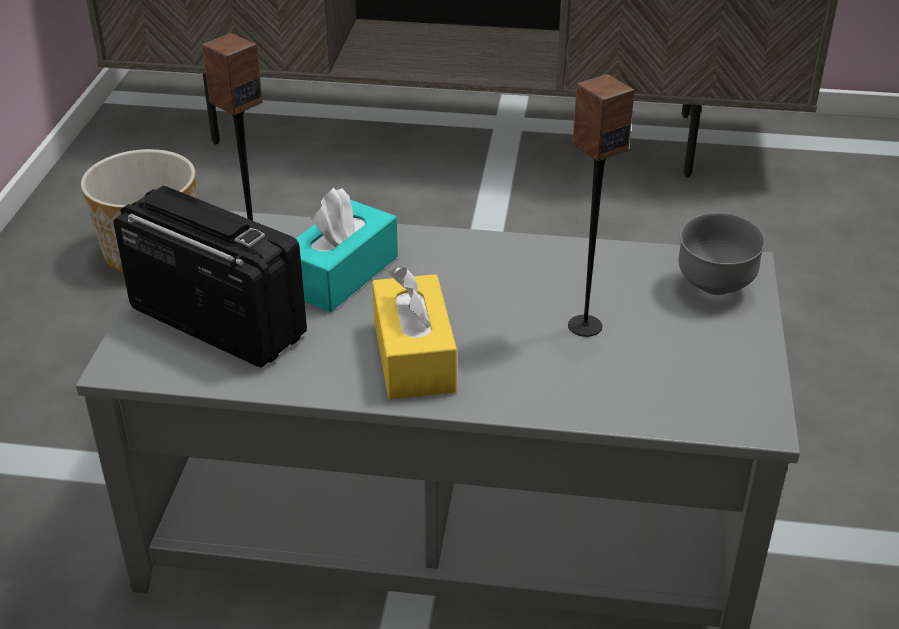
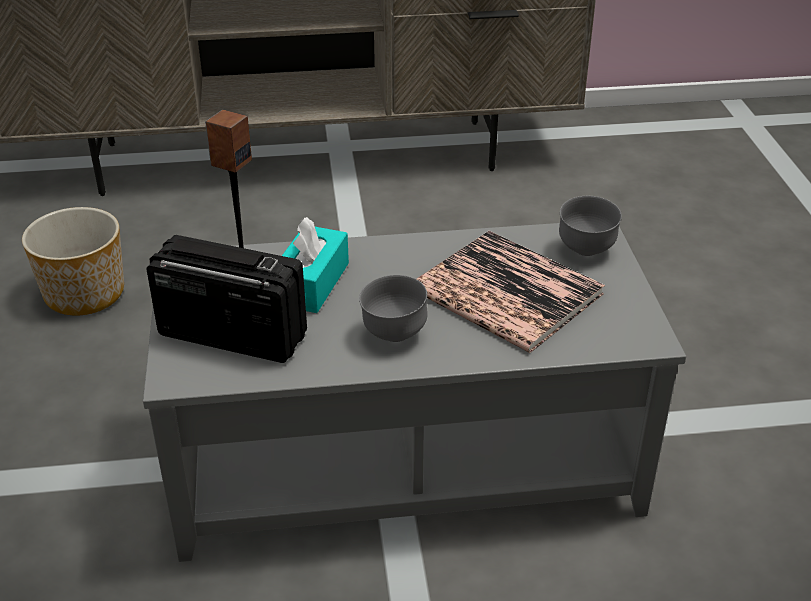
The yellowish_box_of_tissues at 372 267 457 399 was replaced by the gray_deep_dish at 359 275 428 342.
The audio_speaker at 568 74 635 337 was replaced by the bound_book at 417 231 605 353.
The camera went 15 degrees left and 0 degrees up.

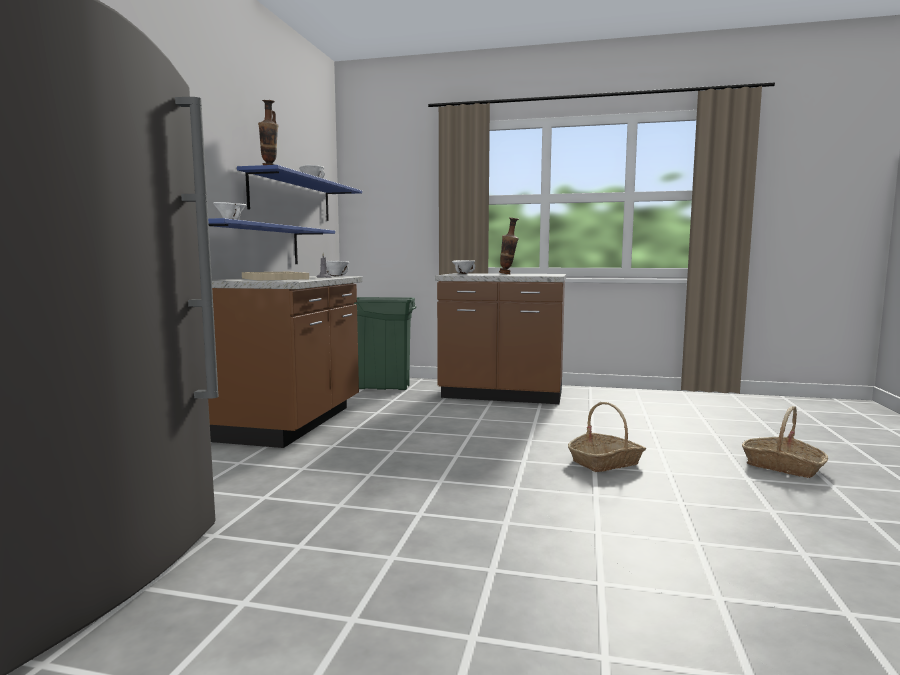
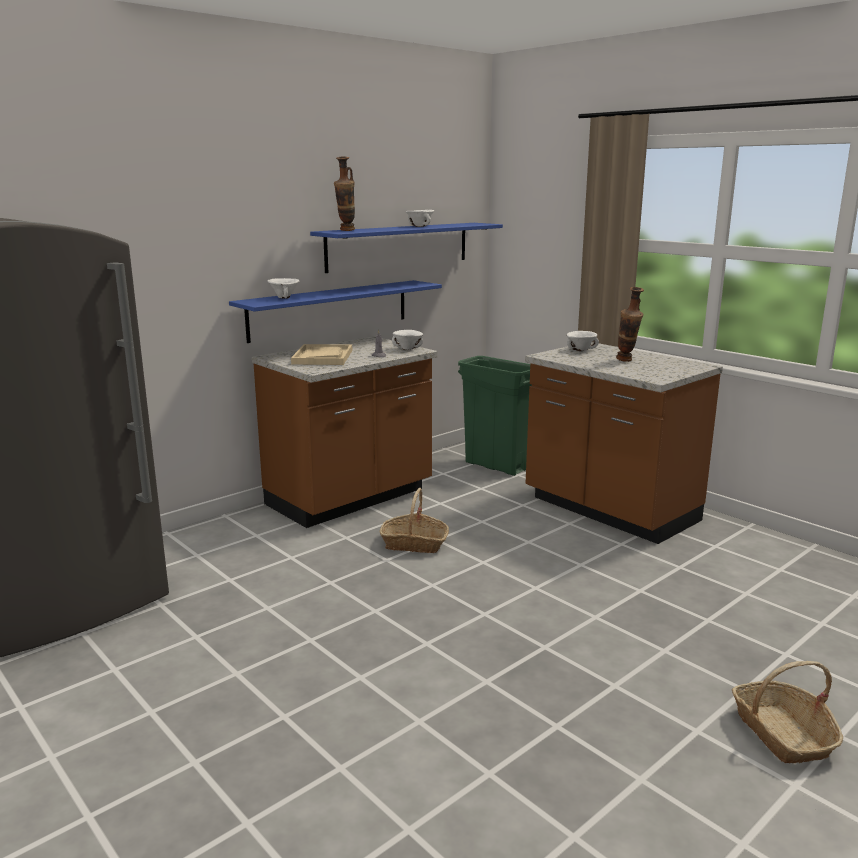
The storage_basket moved from 568 402 646 472 to 380 488 449 553.
The camera went 35 degrees right and 10 degrees up.

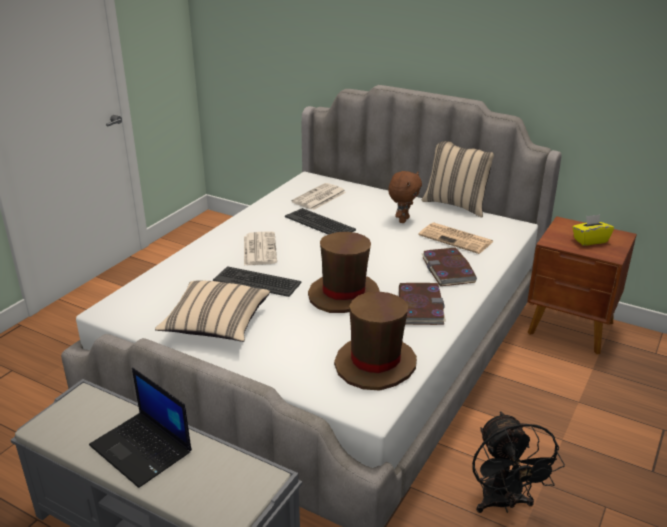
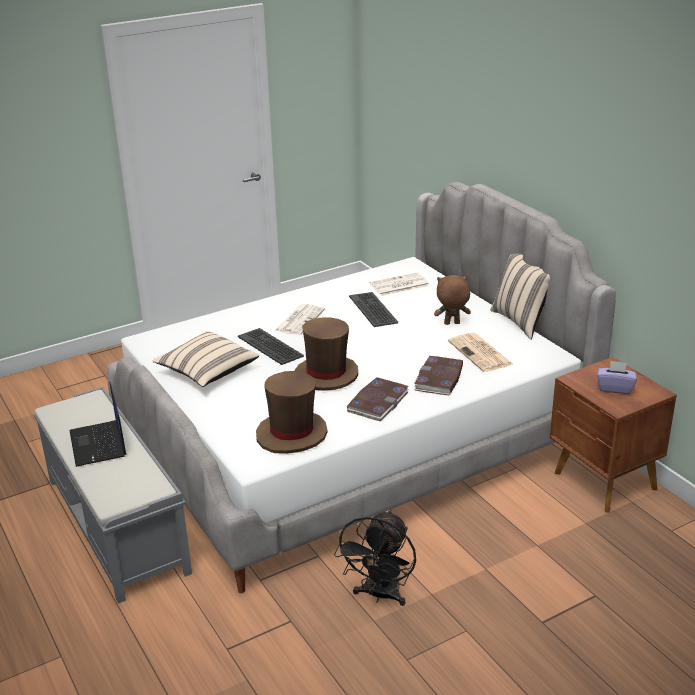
The yellowish_box_of_tissues at 572 215 614 246 became the purplish_box_of_tissues at 597 361 637 394.
The brown_plush_toy at 388 171 422 223 turned 150 degrees counterclockwise.
The camera went 30 degrees right and 0 degrees up.

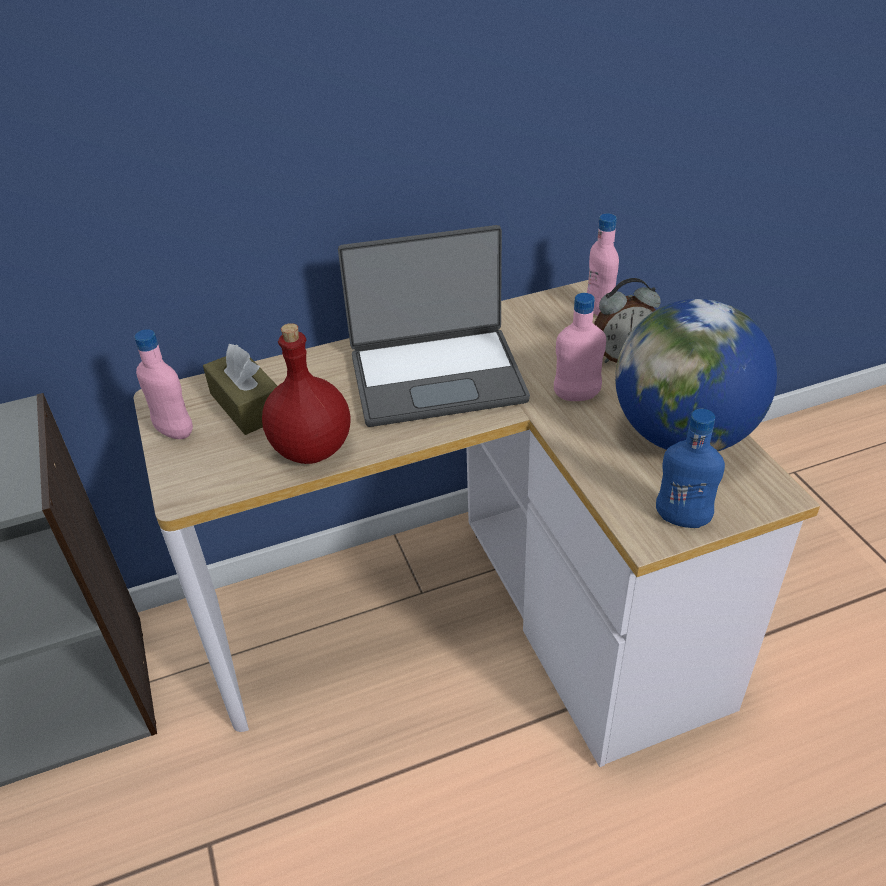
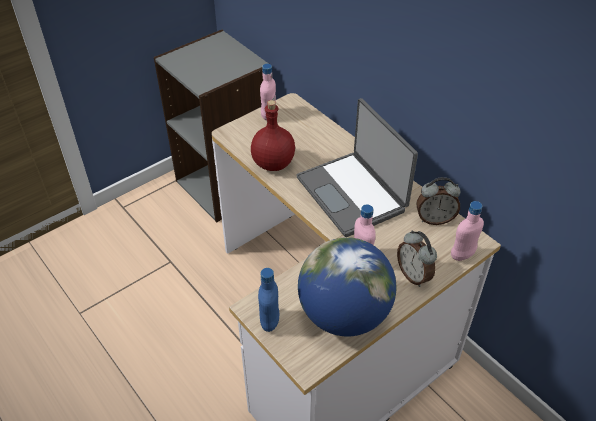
The brown_box_of_tissues at 203 344 277 435 disappeared.
The alarm_clock at 416 177 460 225 appeared.
The camera went 70 degrees right and 5 degrees up.

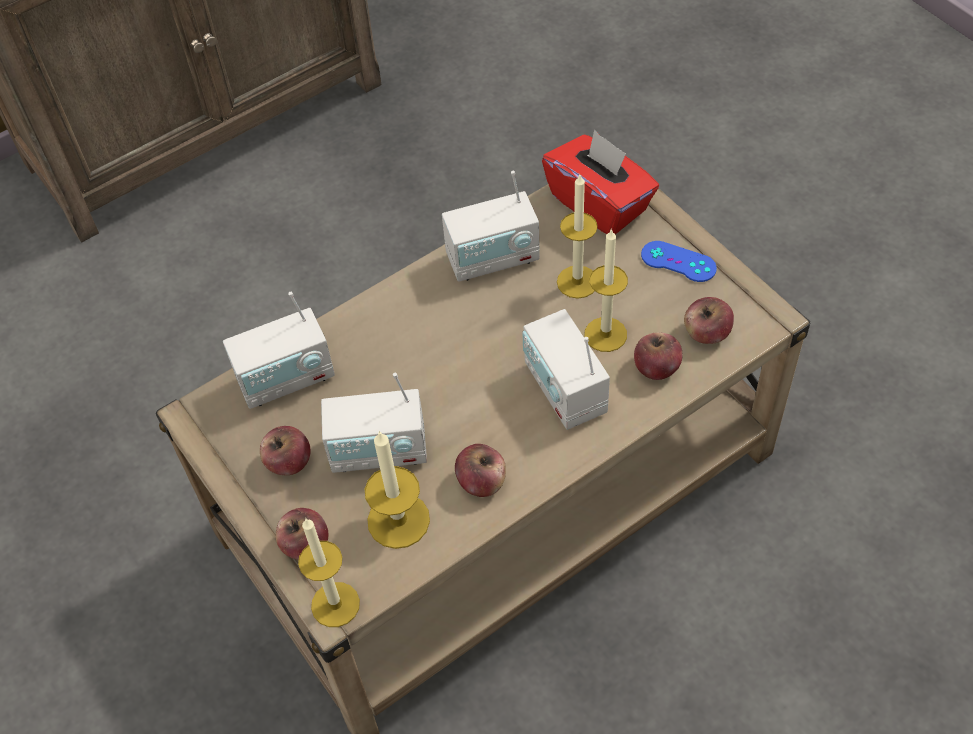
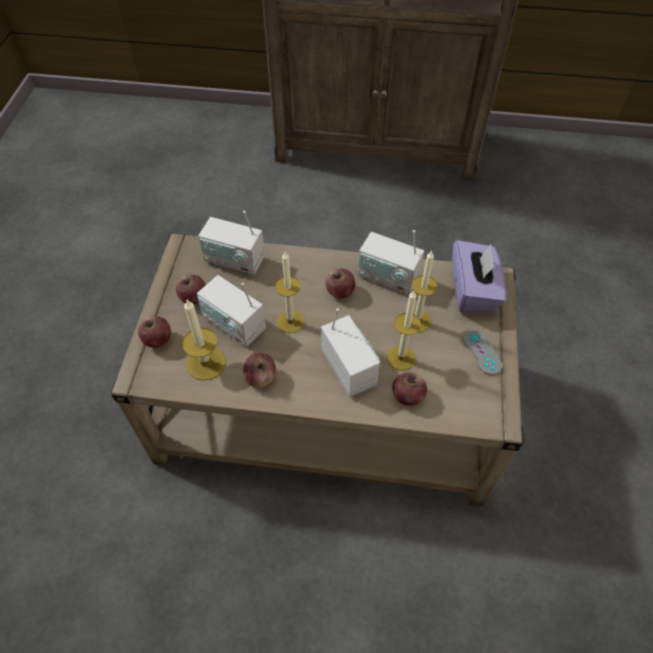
The wax_candle moved from 298 519 360 627 to 275 252 305 333.
The whole_apple moved from 684 297 734 344 to 325 269 355 298.
The reddish_box_of_tissues at 542 129 659 234 became the purplish_box_of_tissues at 452 240 506 312.
The blue_gamepad at 641 241 717 282 became the gray_gamepad at 463 330 502 375.
The radio_receiver at 522 309 610 430 turned 135 degrees clockwise.
The camera went 40 degrees right and 0 degrees up.

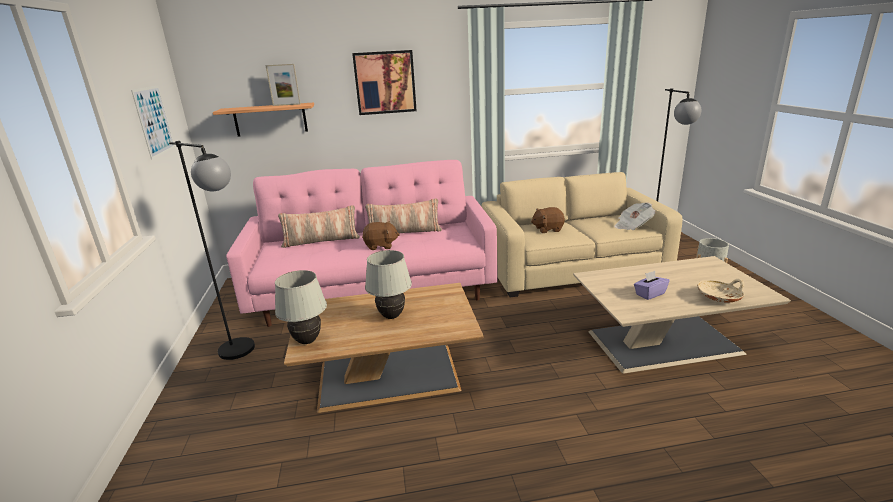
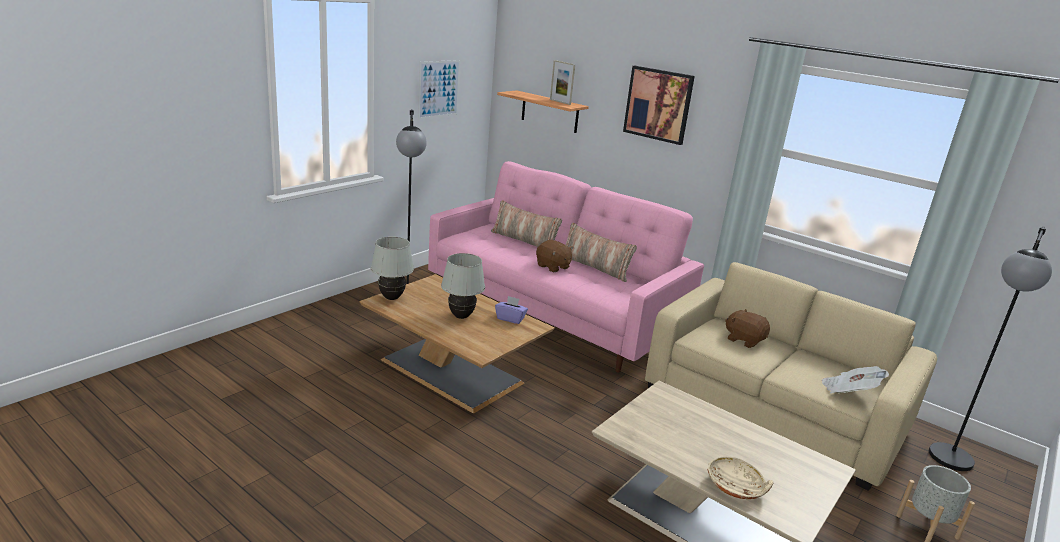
The purplish_box_of_tissues moved from 634 271 669 300 to 495 296 528 324.
The camera went 45 degrees right and 0 degrees up.

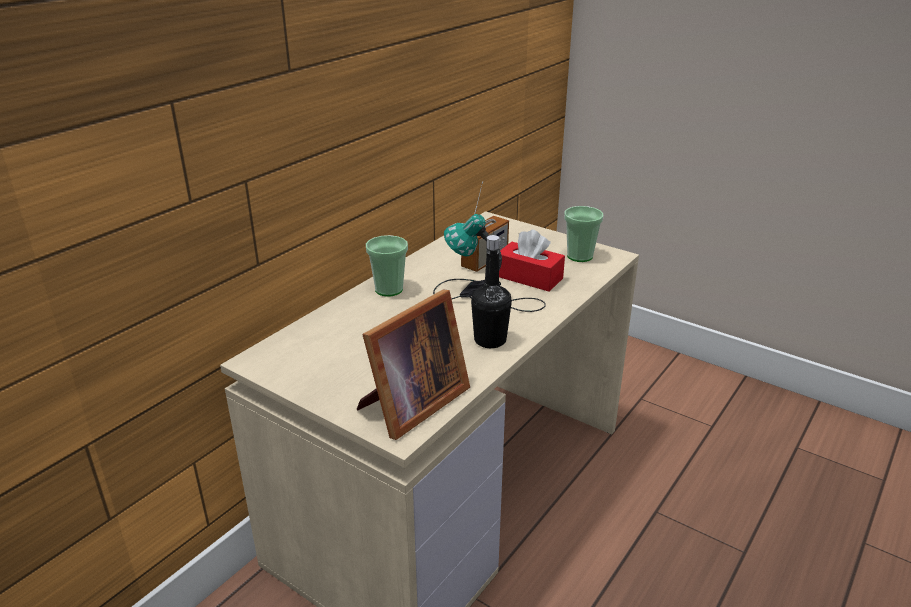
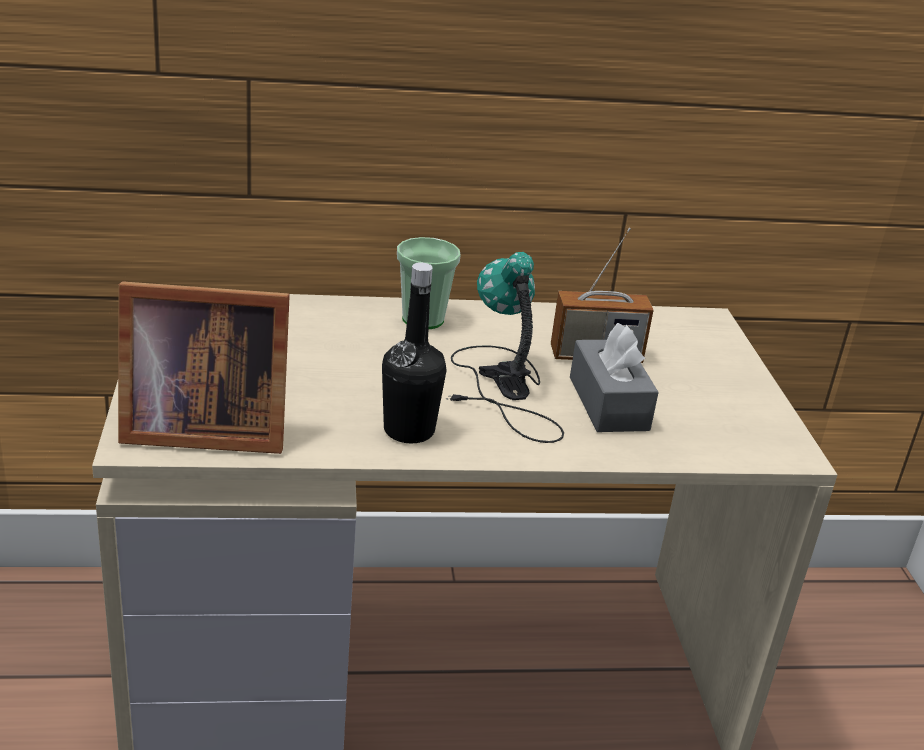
The small_cup at 564 206 603 262 disappeared.
The reddish_box_of_tissues at 499 230 565 292 became the gray_box_of_tissues at 570 323 659 432.
The camera went 45 degrees right and 0 degrees up.

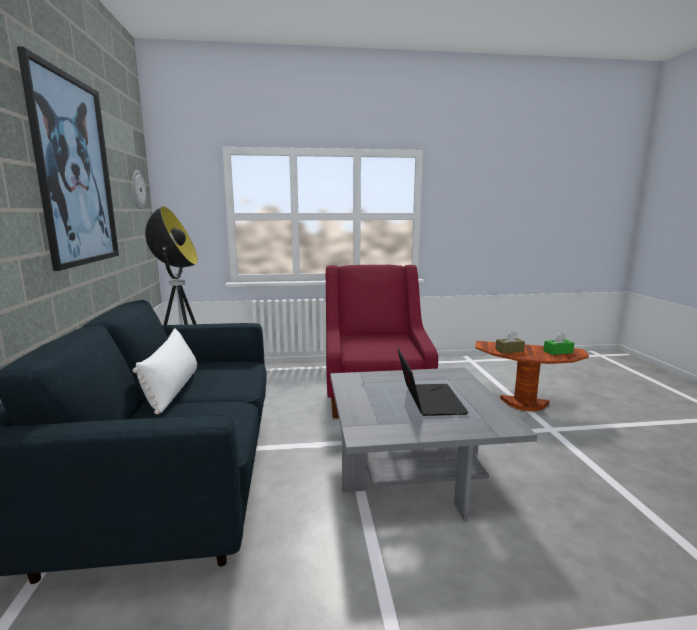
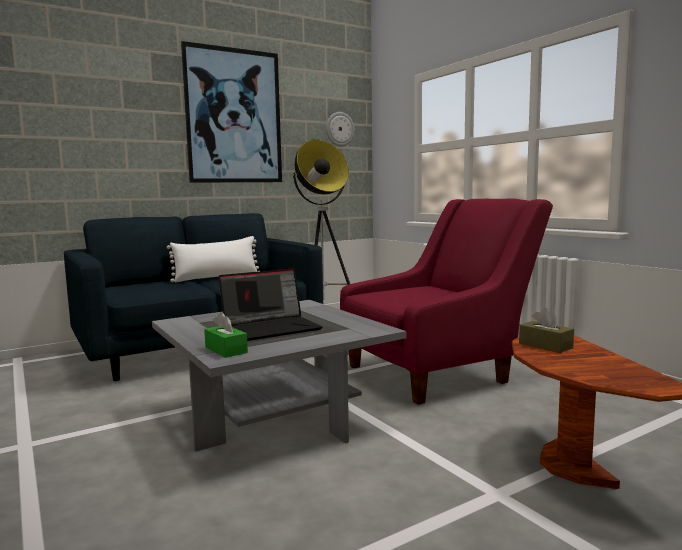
The green-coloured_box_of_tissues moved from 543 332 574 355 to 204 312 248 358.
The camera went 65 degrees right and 5 degrees down.

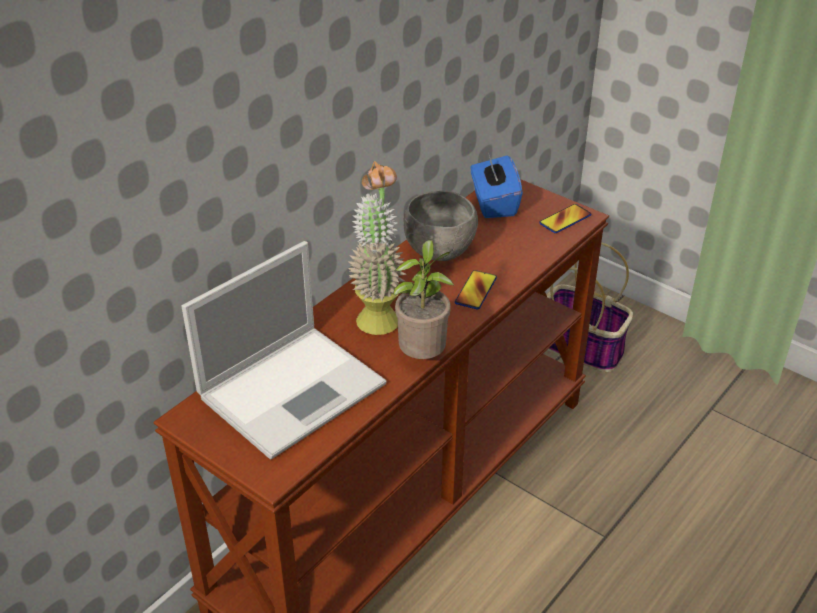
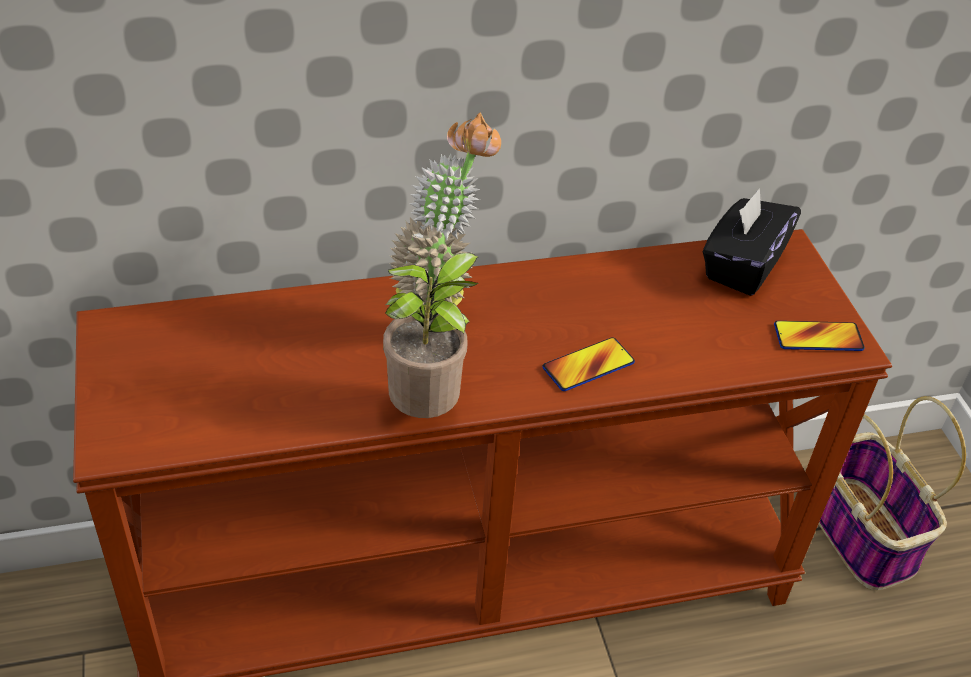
The portable_computer at 181 241 387 460 disappeared.
The gray_deep_dish at 403 191 478 261 disappeared.
The blue_box_of_tissues at 470 152 523 218 became the black-coloured_box_of_tissues at 703 188 801 296.
The camera went 35 degrees right and 5 degrees up.

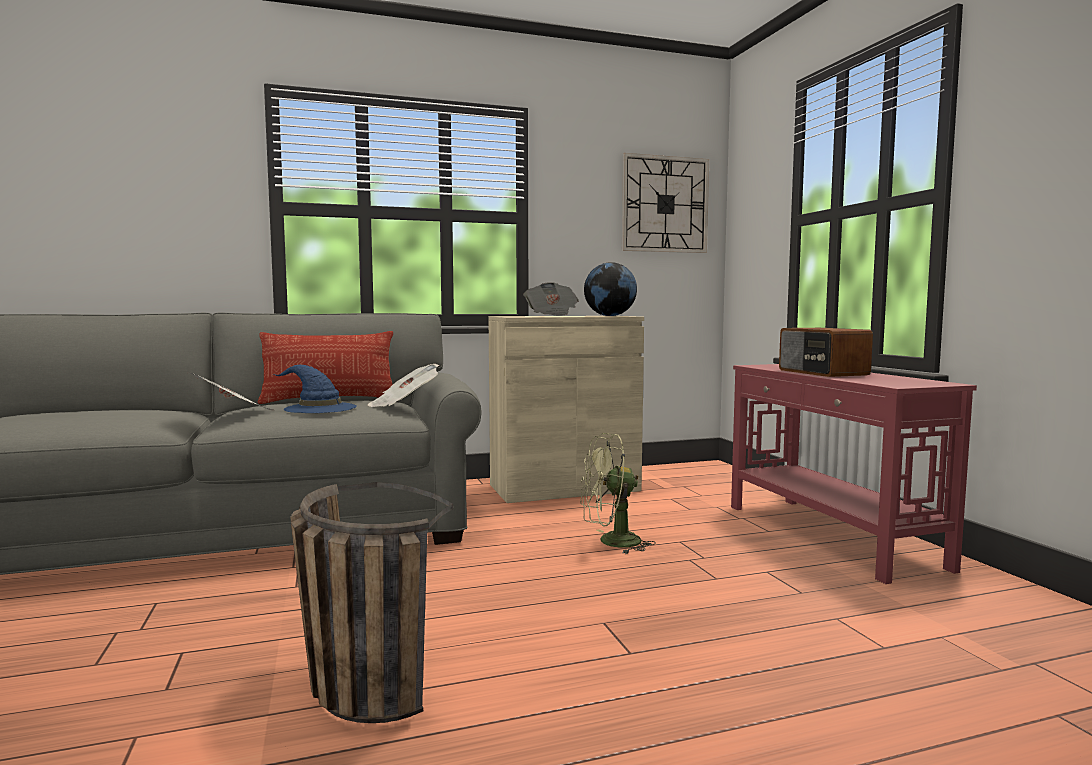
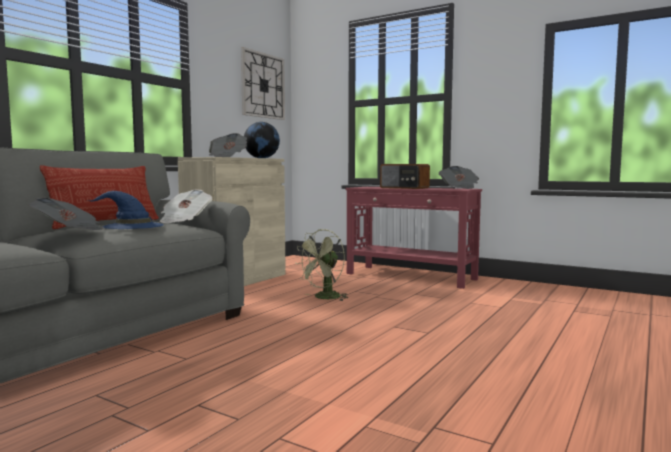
The storage_basket at 290 482 453 723 disappeared.
The daily_paper at 439 166 479 189 appeared.
The camera went 40 degrees left and 0 degrees up.

